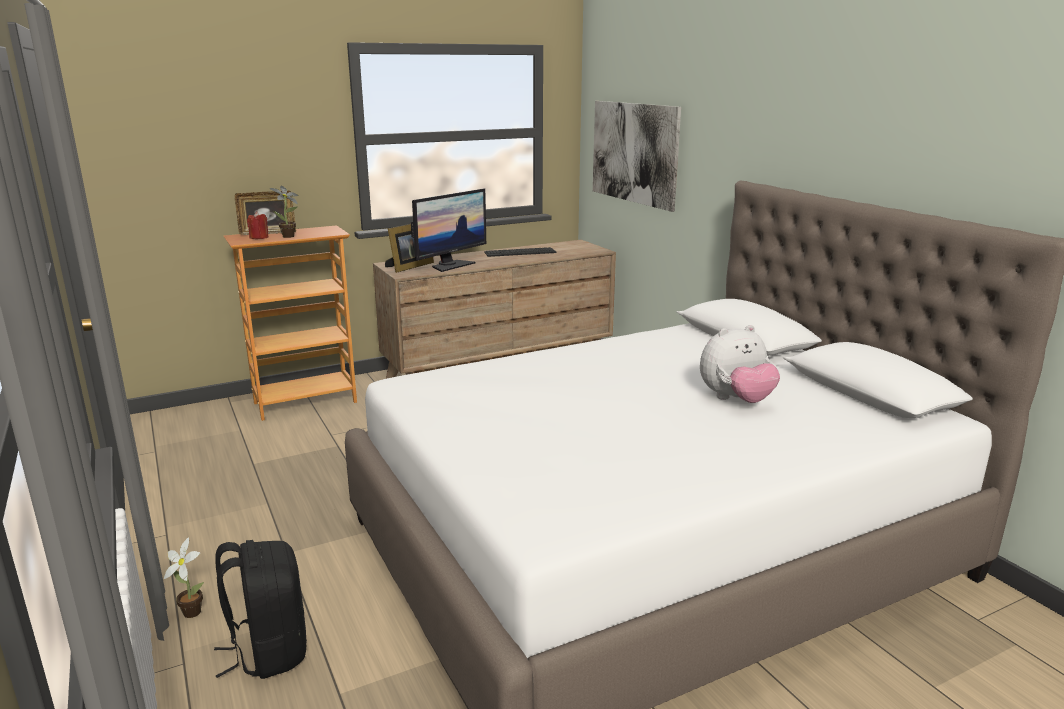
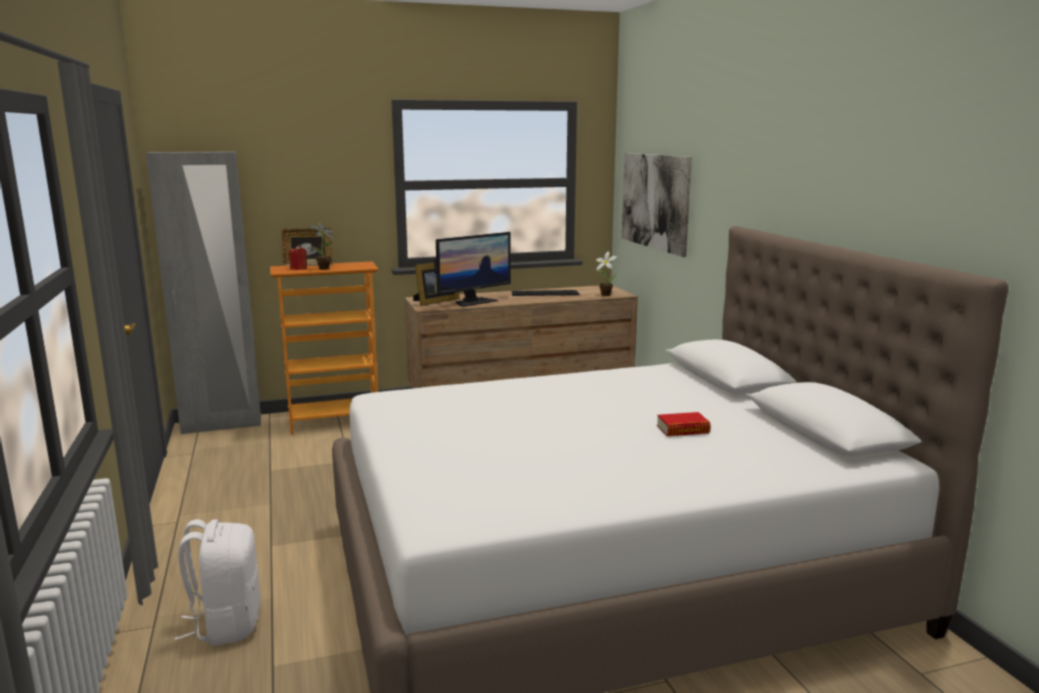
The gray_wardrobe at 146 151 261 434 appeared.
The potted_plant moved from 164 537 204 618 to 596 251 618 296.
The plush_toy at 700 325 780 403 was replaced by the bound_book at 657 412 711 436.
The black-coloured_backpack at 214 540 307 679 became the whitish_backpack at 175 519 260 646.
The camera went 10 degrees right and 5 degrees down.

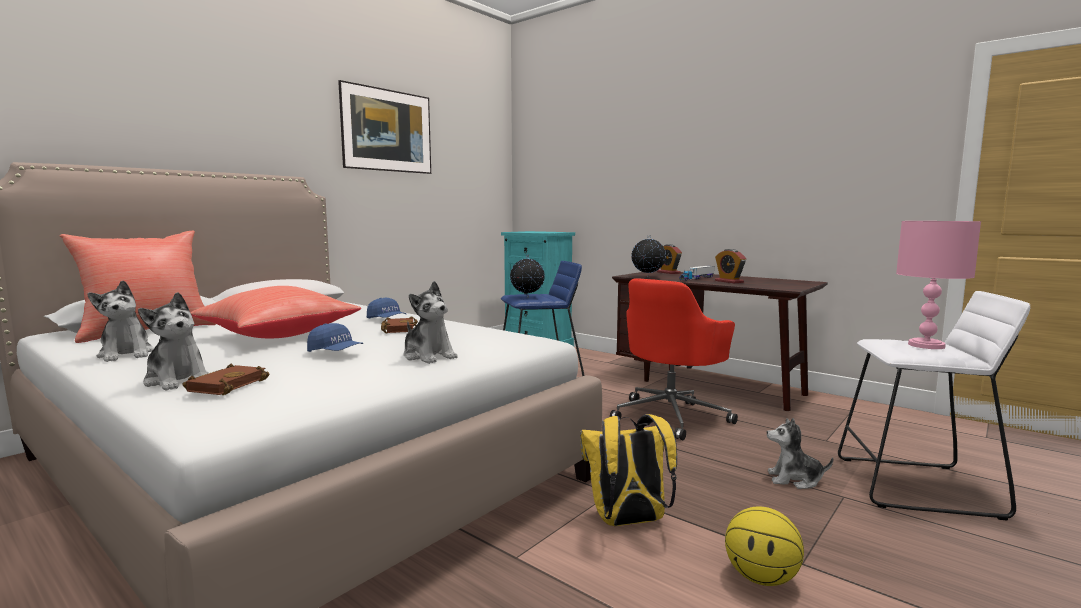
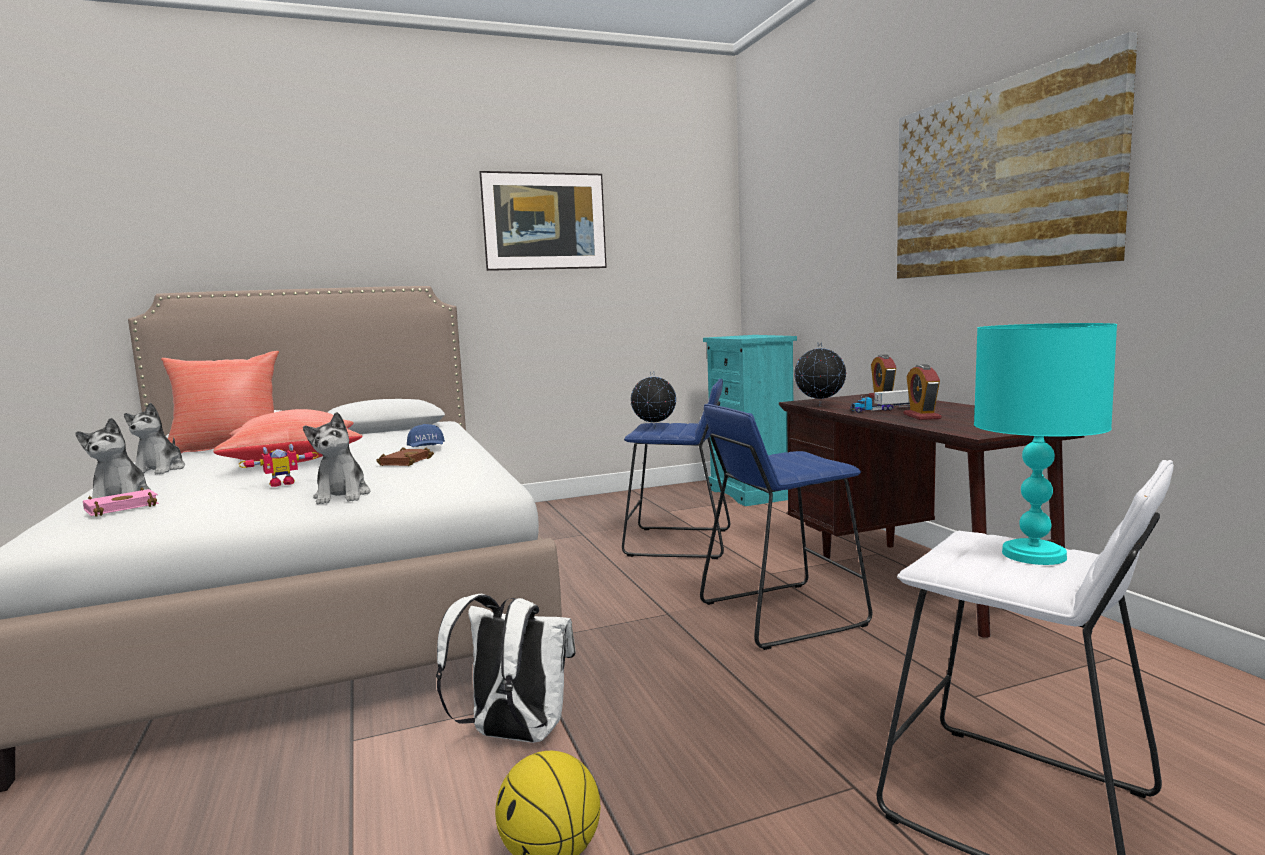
The plush_toy at 767 418 833 489 disappeared.
The wall_art at 897 32 1138 279 appeared.
The blue_peaked_cap at 307 323 364 352 was replaced by the toy_robot at 239 444 319 487.
The reddish_desk_chair at 610 278 738 440 was replaced by the blue_stool_seat at 700 404 872 650.
The brown_bound_book at 183 364 269 395 became the pinkish_bound_book at 83 487 159 517.
The yellowish_backpack at 580 414 677 526 became the whitish_backpack at 436 594 576 743.
The pinkish_table_lamp at 896 221 981 349 became the turquoise_table_lamp at 974 323 1117 565.
The camera went 30 degrees right and 0 degrees up.

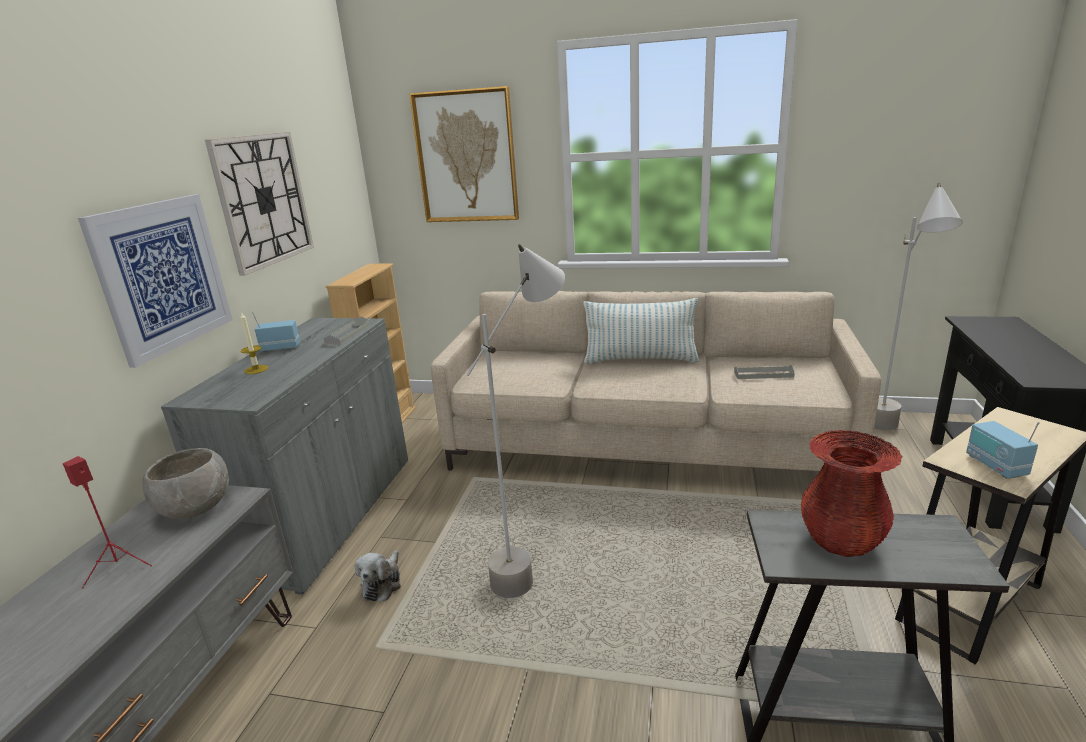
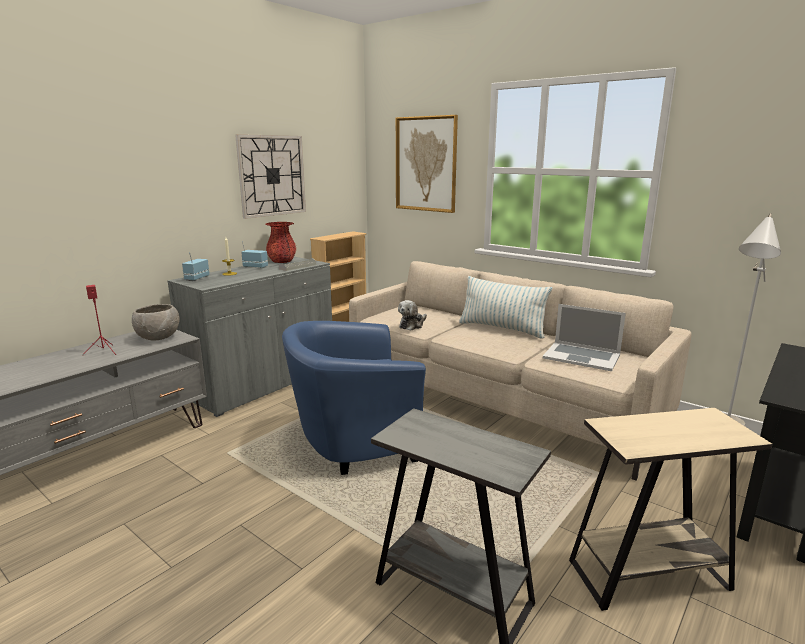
The wall_art at 78 194 233 368 disappeared.
The plush_toy moved from 355 550 401 601 to 398 300 427 331.
The reddish_flower_vase moved from 801 430 903 557 to 265 222 297 263.
The radio_receiver moved from 966 421 1040 479 to 182 252 210 281.
The gray_standing_lamp at 467 244 565 598 was replaced by the blue_armchair at 282 321 426 475.
The gray_serving_tray at 734 365 795 379 was replaced by the portable_computer at 543 304 626 371.
The camera went 25 degrees right and 5 degrees down.

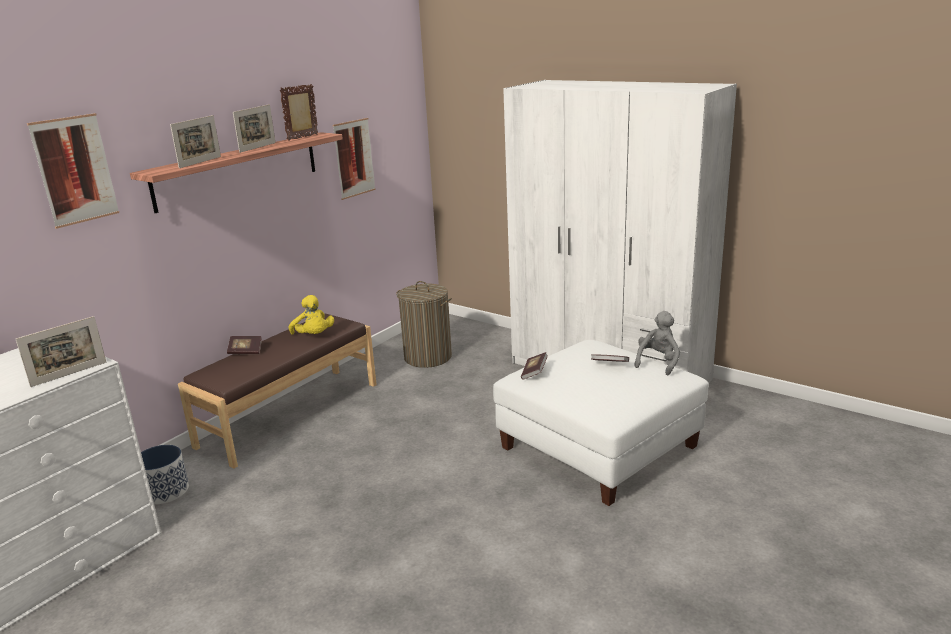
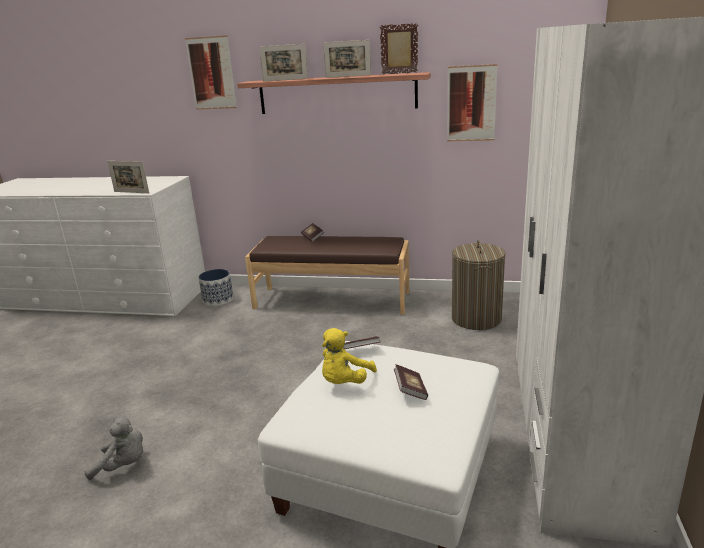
The yellowish_plush_toy moved from 289 295 334 334 to 322 328 377 384.
The gray_plush_toy moved from 634 311 680 375 to 85 417 143 480.
The camera went 65 degrees right and 0 degrees up.

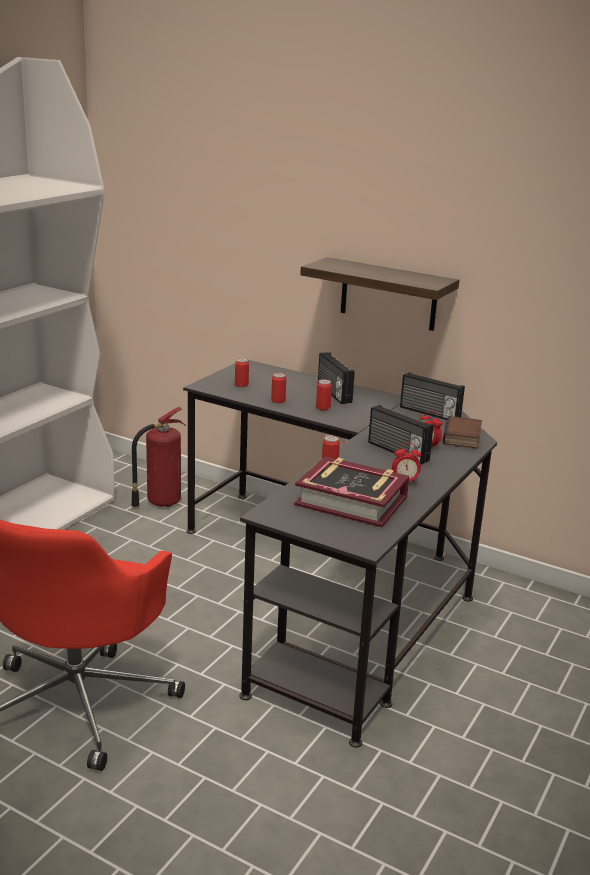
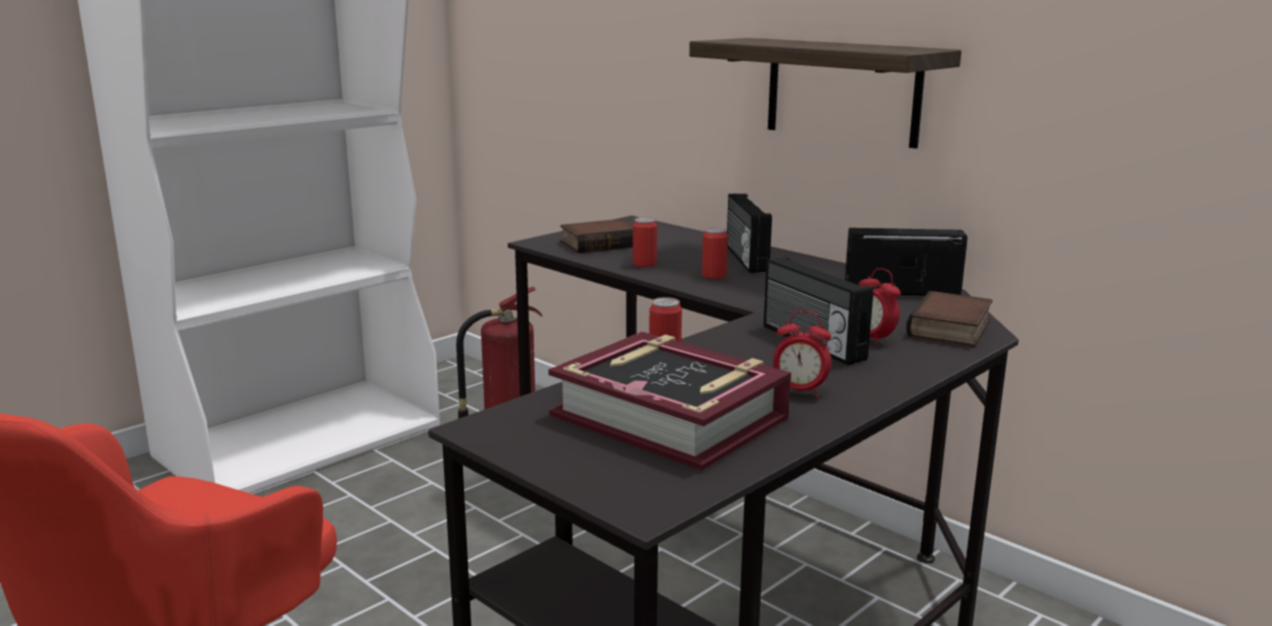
The sealed_can at 235 358 249 387 was replaced by the bound_book at 560 219 633 253.
The radio_receiver at 400 372 465 420 turned 135 degrees clockwise.
The camera went 15 degrees right and 5 degrees down.

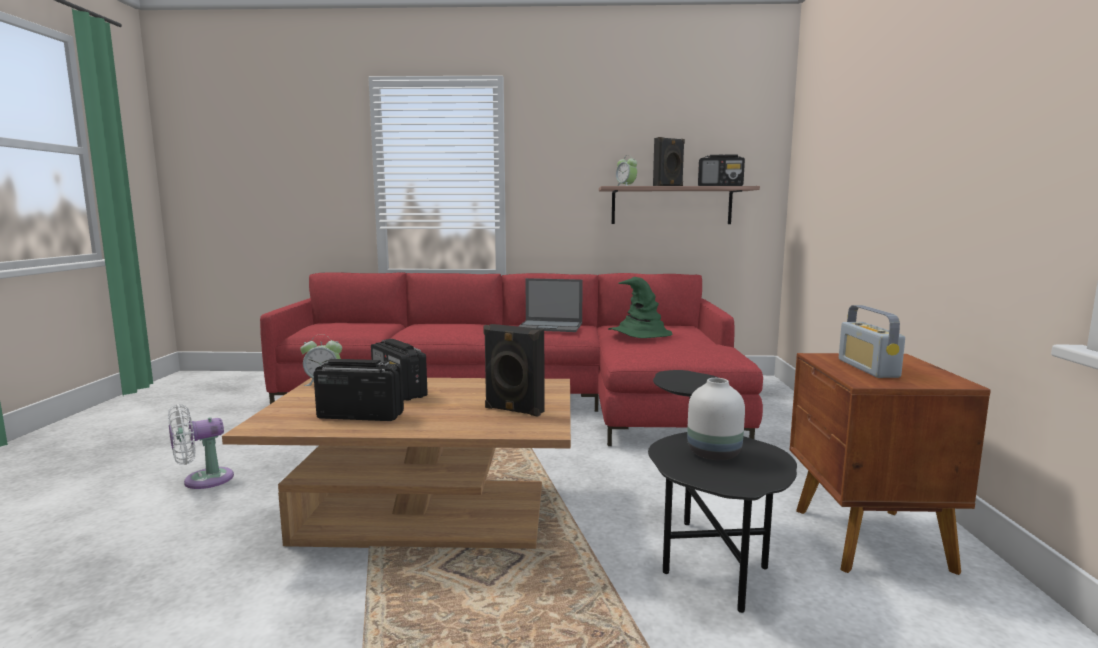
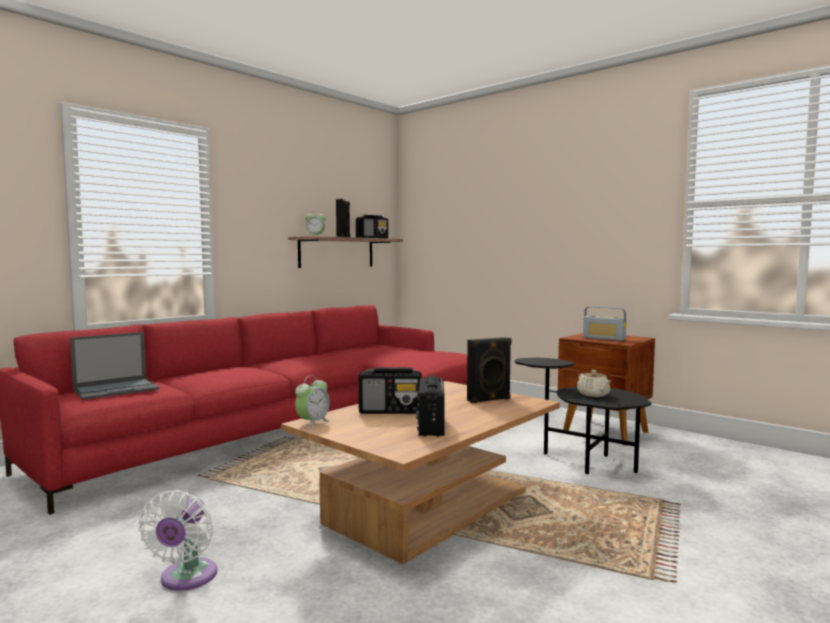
The green-coloured_clothing_hat at 608 277 673 338 disappeared.
The portable_computer moved from 518 278 583 332 to 70 332 159 400.
The whitish_flower_vase at 687 378 745 460 was replaced by the sand-coloured_tea_pot at 577 370 611 397.
The radio_receiver at 313 359 404 421 turned 45 degrees counterclockwise.
The camera went 50 degrees left and 5 degrees down.

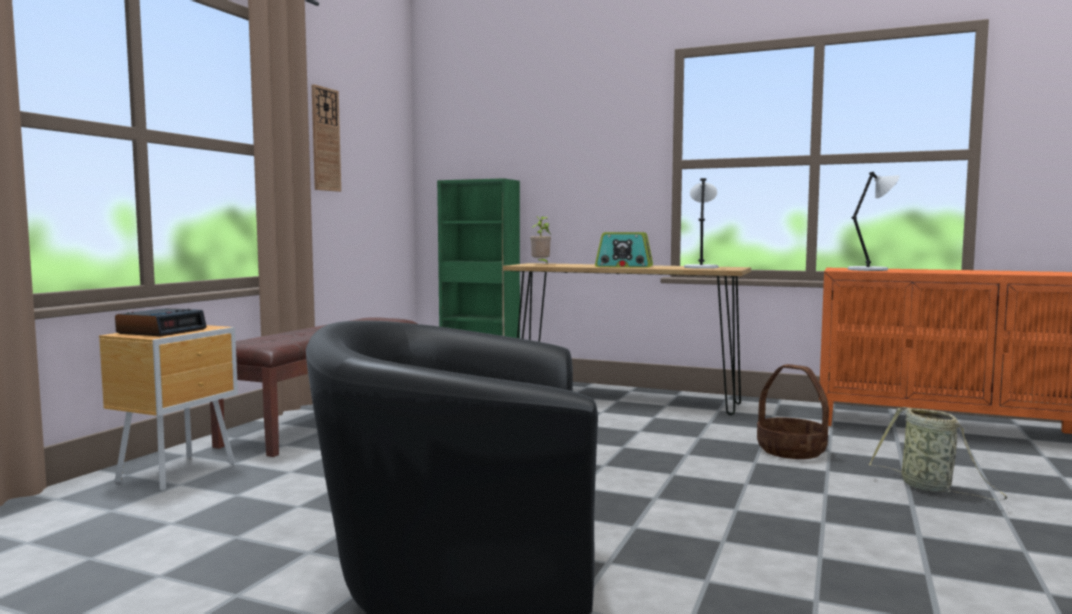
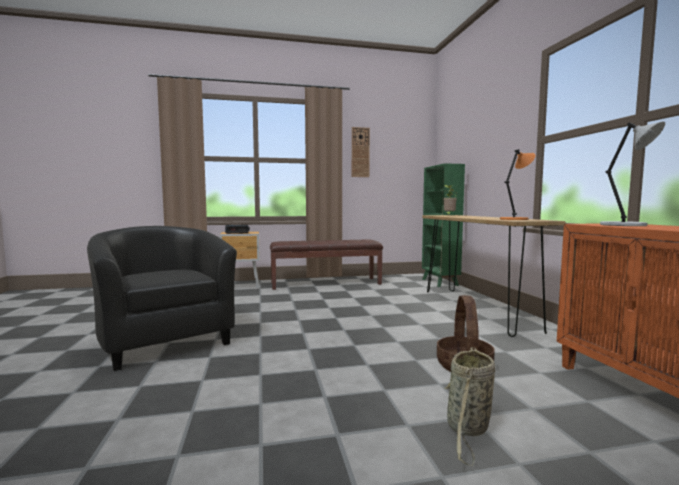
The radio_receiver at 595 232 653 268 disappeared.
The gray_table_lamp at 684 178 718 269 became the orange-coloured_table_lamp at 500 149 536 220.
The camera went 55 degrees right and 0 degrees up.

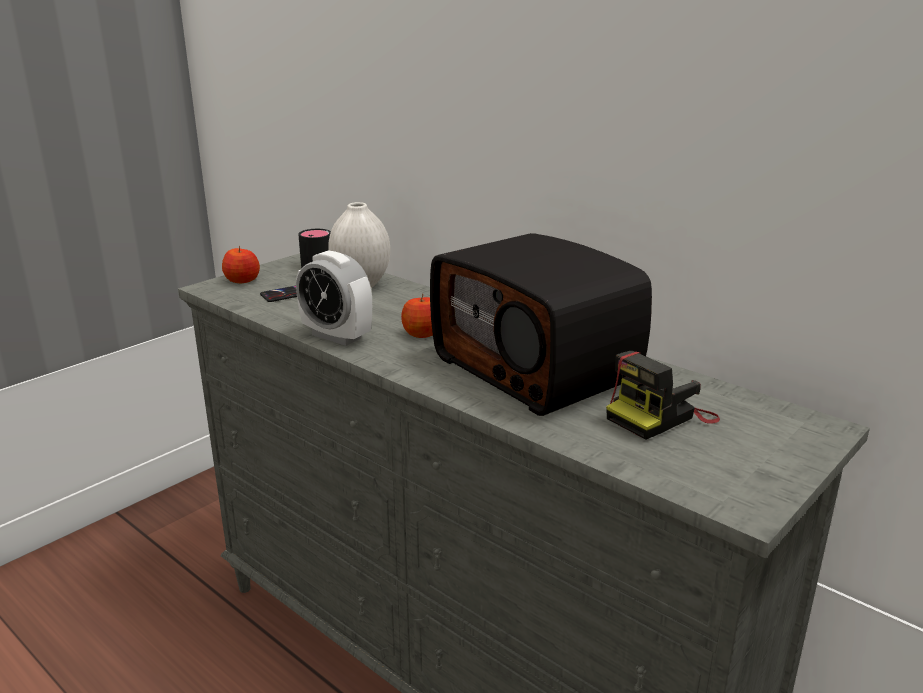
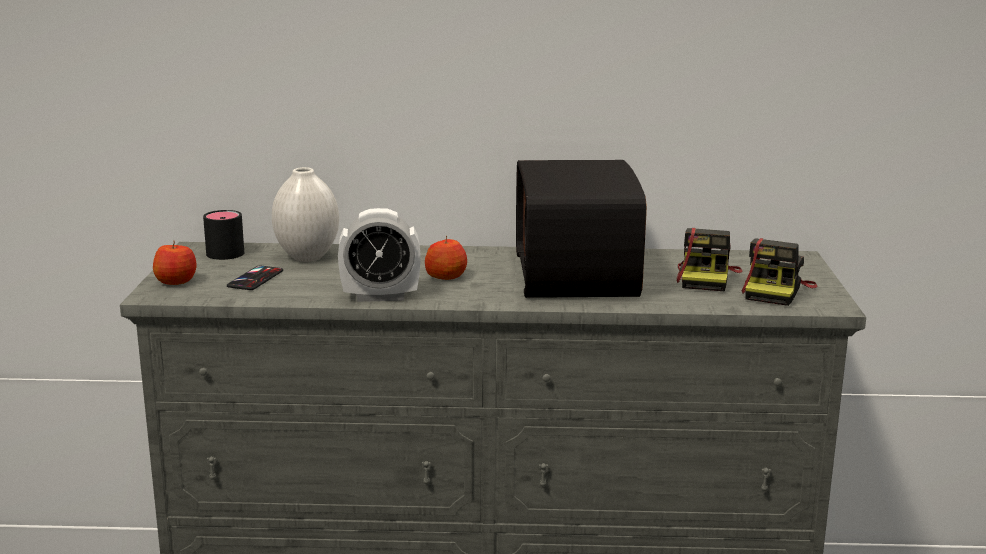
The photo_camera at 742 238 817 306 appeared.
The radio_receiver at 430 233 652 416 turned 75 degrees clockwise.
The camera went 40 degrees left and 5 degrees down.

